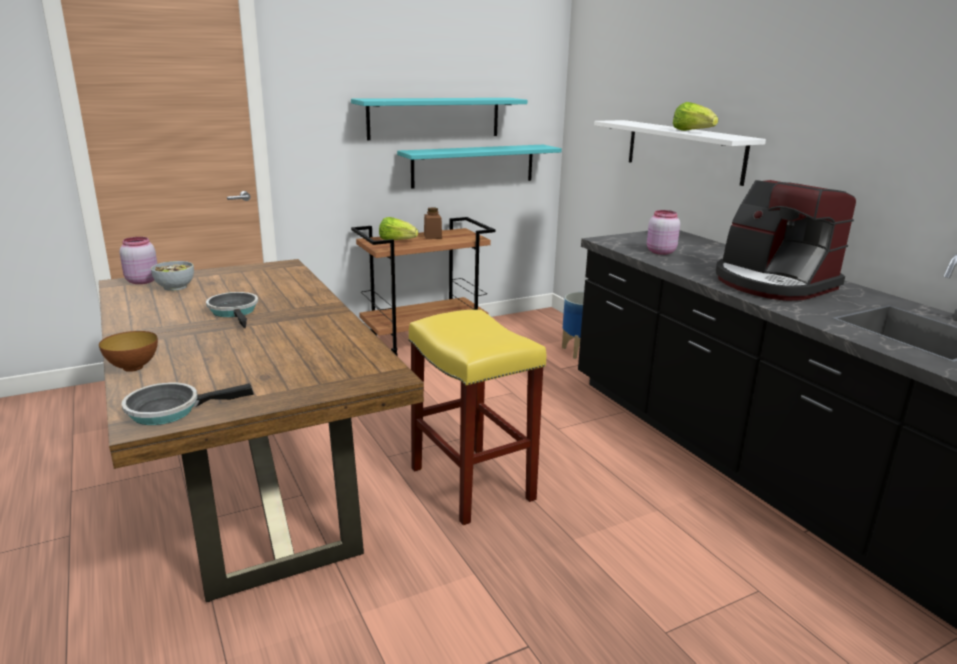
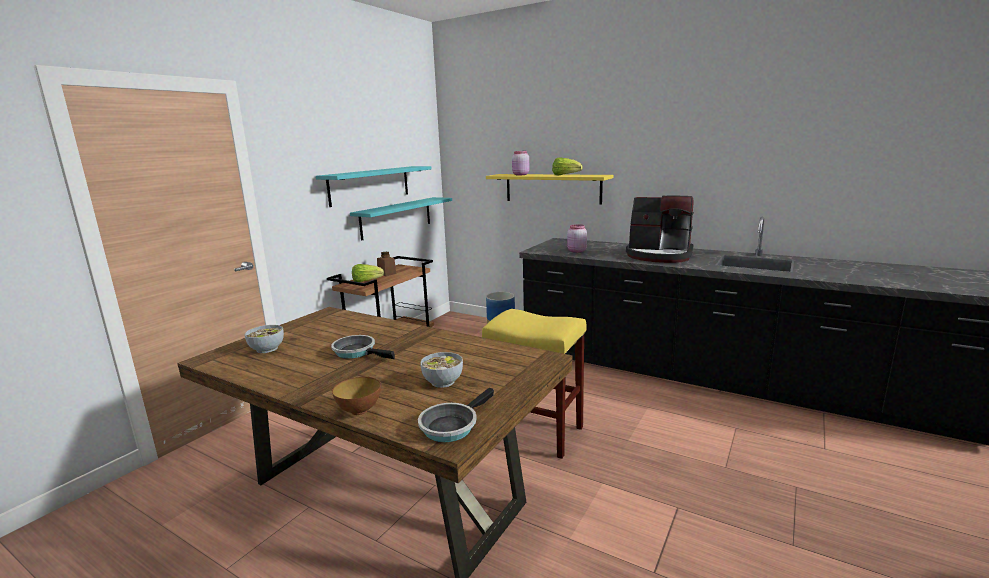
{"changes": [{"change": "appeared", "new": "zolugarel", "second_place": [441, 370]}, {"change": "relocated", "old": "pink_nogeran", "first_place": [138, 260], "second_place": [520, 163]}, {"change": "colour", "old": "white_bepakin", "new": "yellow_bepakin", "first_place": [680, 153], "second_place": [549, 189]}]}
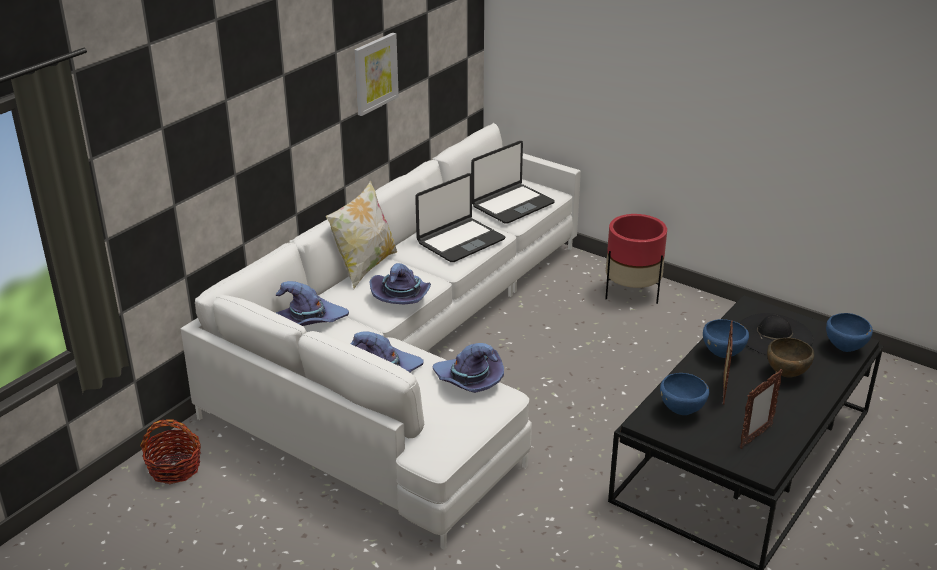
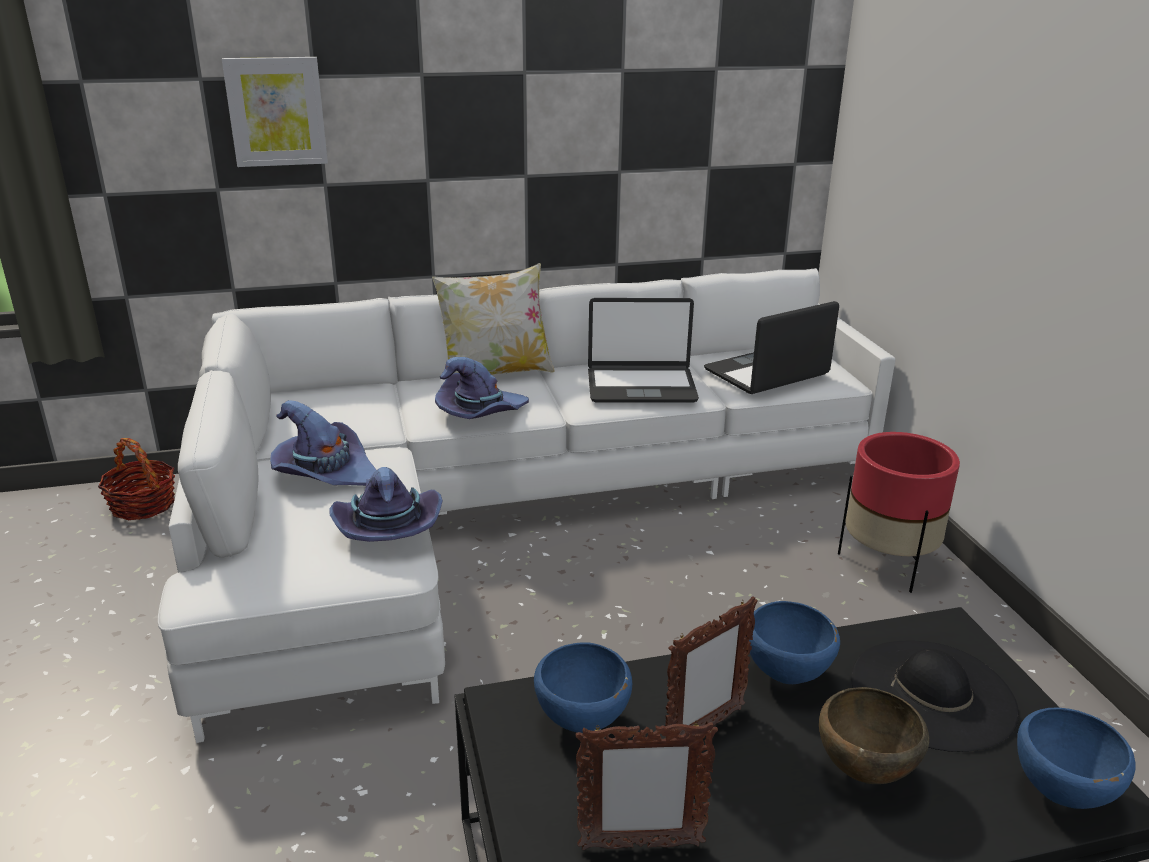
{"changes": [{"change": "missing", "old": "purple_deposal", "first_place": [312, 303]}, {"change": "relocated", "old": "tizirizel", "first_place": [376, 74], "second_place": [275, 112]}, {"change": "spun", "old": "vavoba", "first_place": [513, 182], "second_place": [771, 347], "degrees": 150}]}
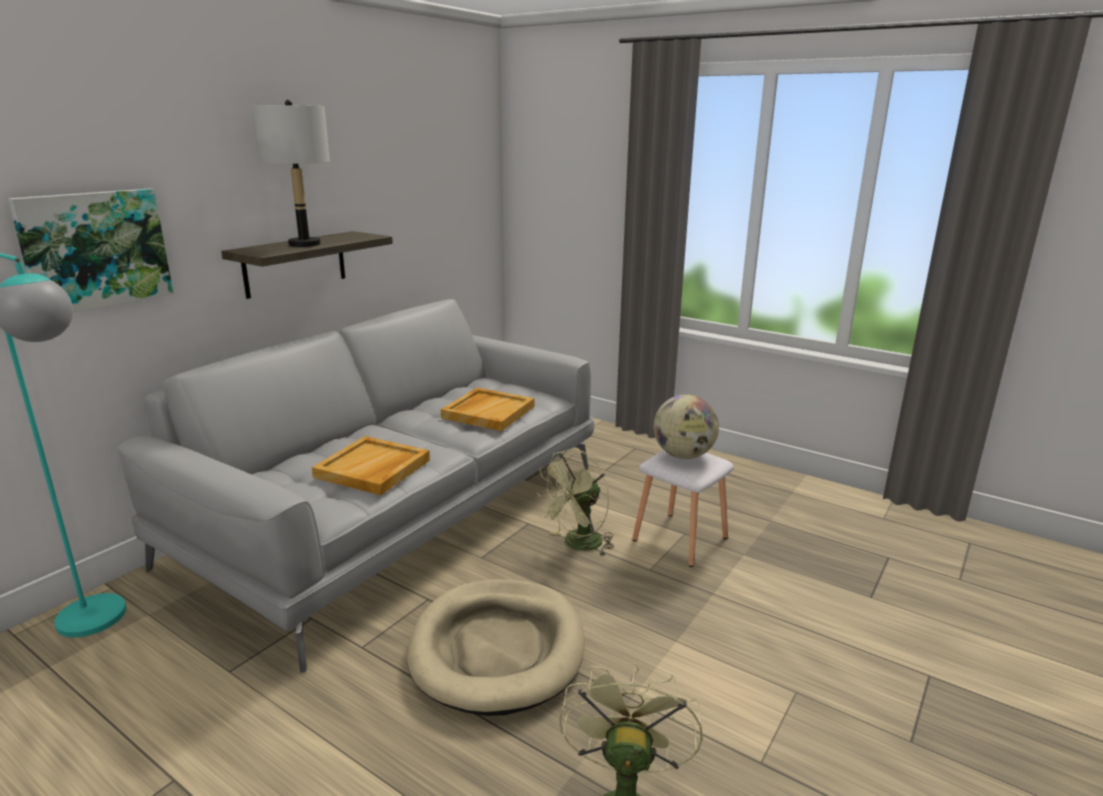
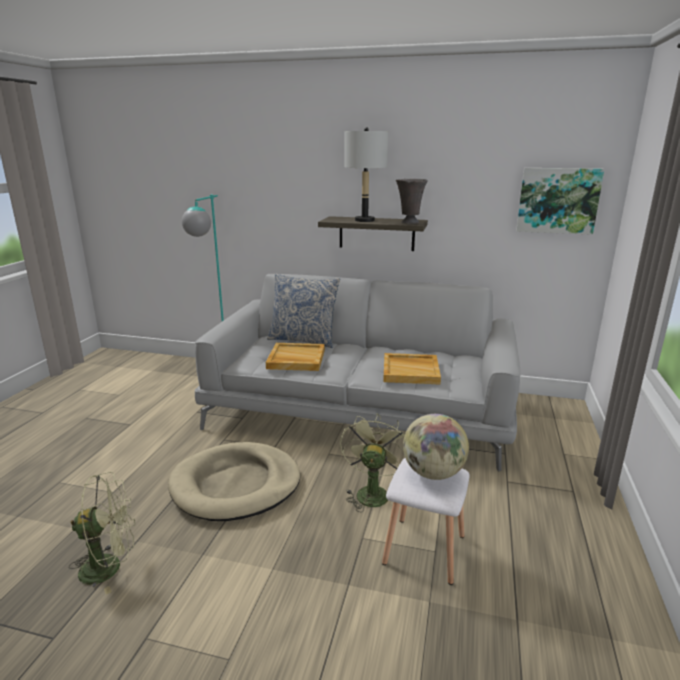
{"changes": [{"change": "appeared", "new": "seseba", "second_place": [303, 310]}, {"change": "appeared", "new": "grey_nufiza", "second_place": [412, 201]}, {"change": "relocated", "old": "tizirizel", "first_place": [91, 250], "second_place": [560, 201]}, {"change": "spun", "old": "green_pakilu", "first_place": [575, 503], "second_place": [372, 463], "degrees": 75}]}
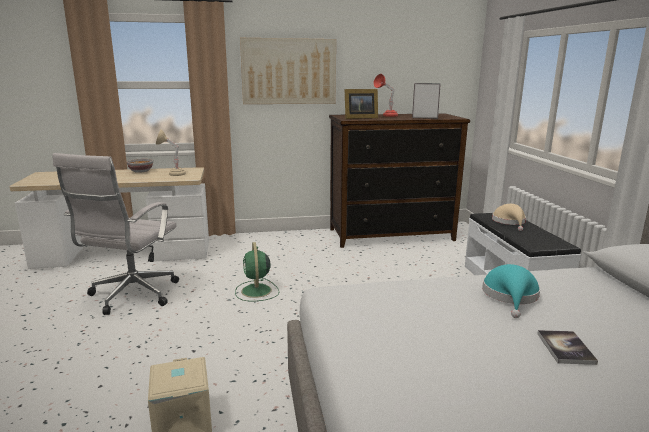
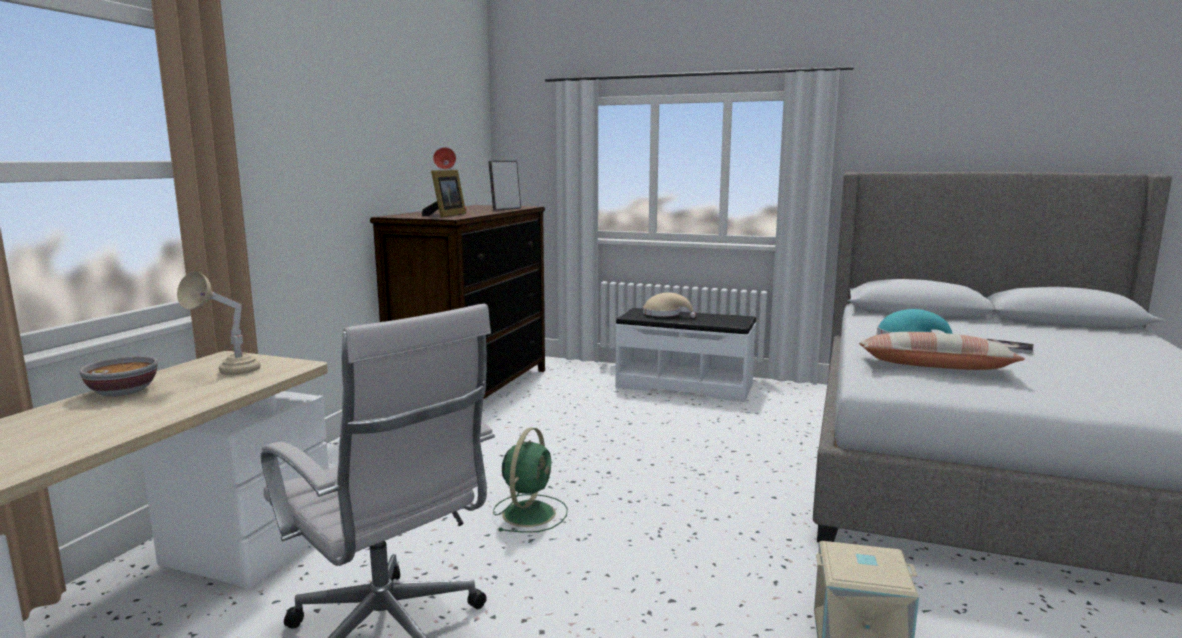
{"changes": [{"change": "missing", "old": "tizirizel", "first_place": [288, 71]}, {"change": "appeared", "new": "seseba", "second_place": [942, 351]}, {"change": "spun", "old": "green_pakilu", "first_place": [257, 272], "second_place": [530, 480], "degrees": -90}]}
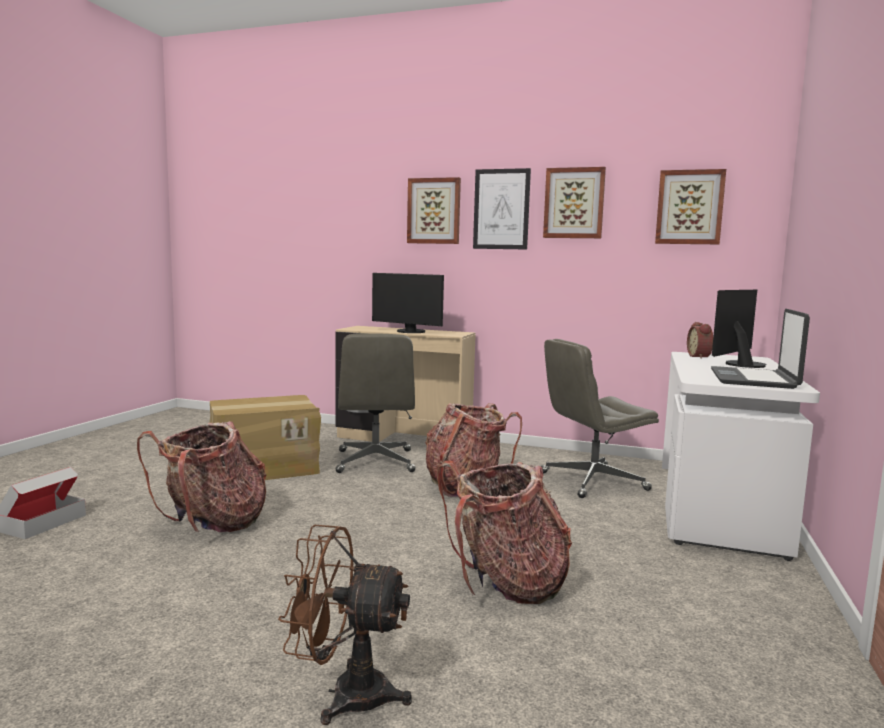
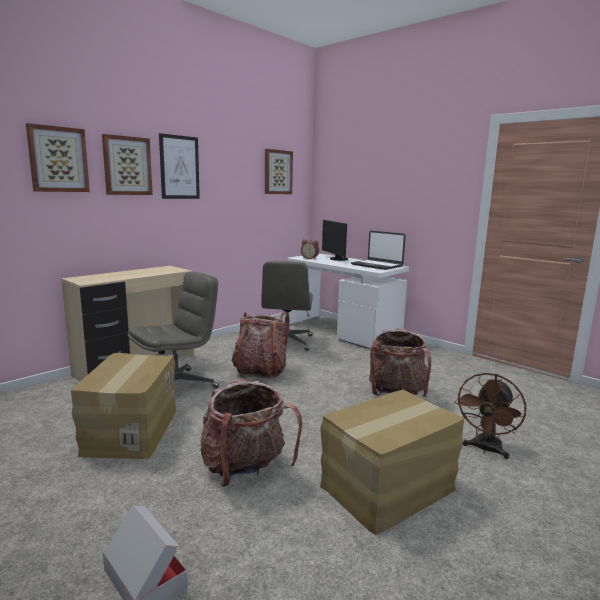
{"changes": [{"change": "missing", "old": "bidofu", "first_place": [408, 303]}, {"change": "appeared", "new": "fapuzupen", "second_place": [392, 462]}, {"change": "relocated", "old": "tizirizel", "first_place": [574, 202], "second_place": [58, 157]}, {"change": "spun", "old": "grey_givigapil", "first_place": [375, 403], "second_place": [173, 330], "degrees": -60}]}
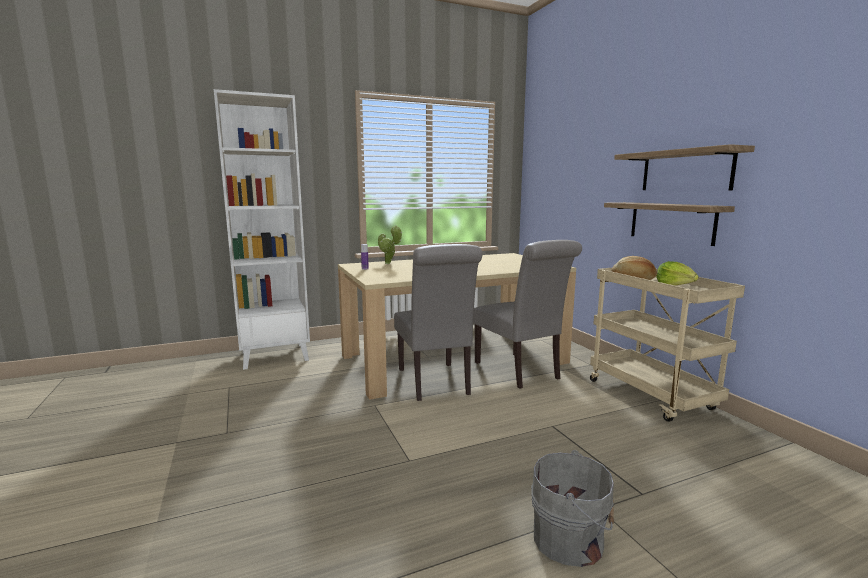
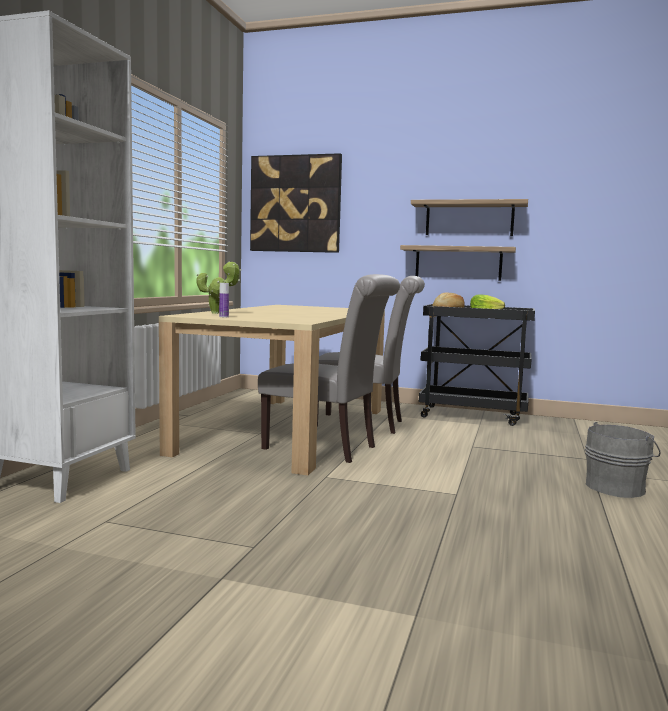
{"changes": [{"change": "appeared", "new": "tizirizel", "second_place": [296, 203]}, {"change": "colour", "old": "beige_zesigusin", "new": "black_zesigusin", "first_place": [667, 345], "second_place": [477, 365]}]}
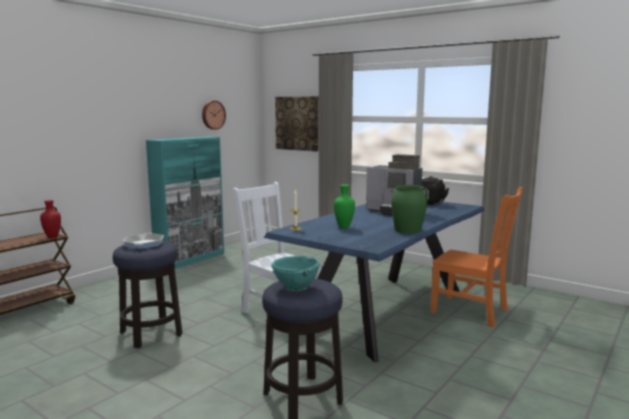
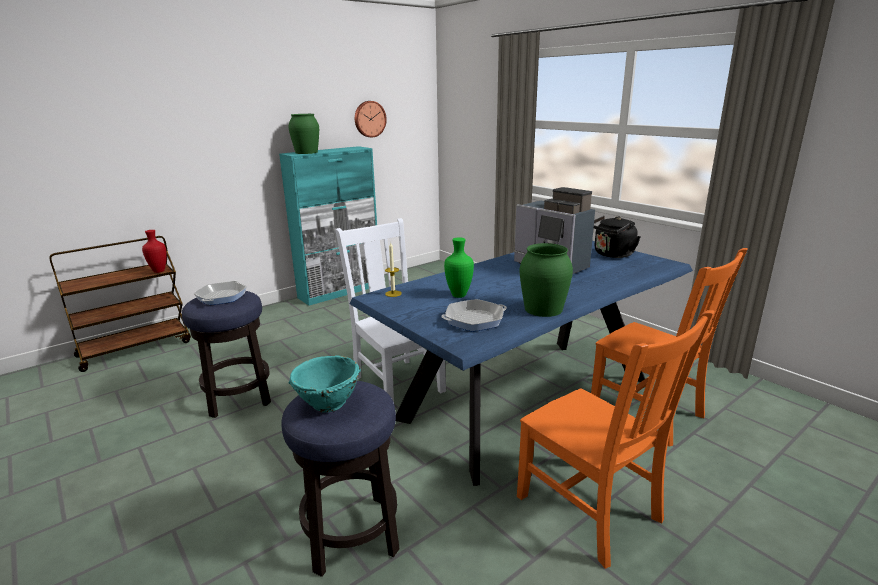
{"changes": [{"change": "missing", "old": "tizirizel", "first_place": [297, 123]}, {"change": "appeared", "new": "green_nufiza", "second_place": [303, 134]}, {"change": "appeared", "new": "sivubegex", "second_place": [474, 315]}, {"change": "appeared", "new": "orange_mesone", "second_place": [616, 439]}]}
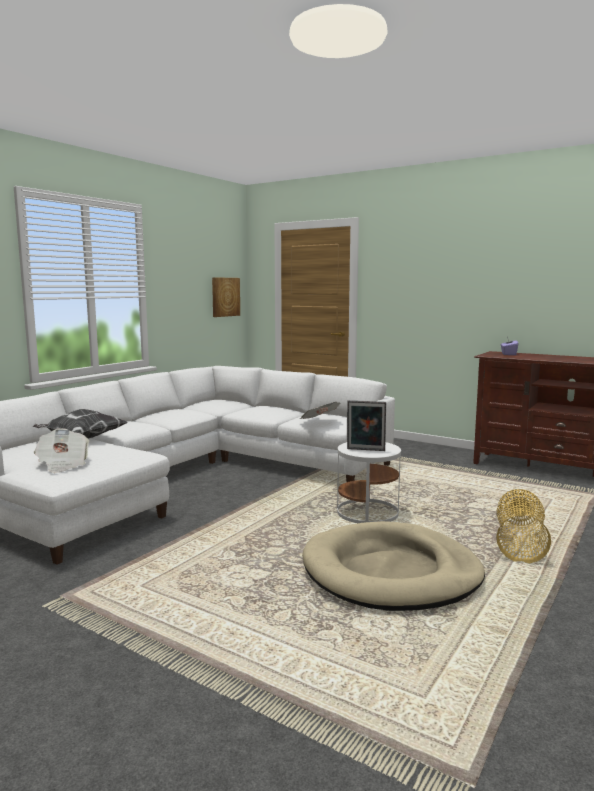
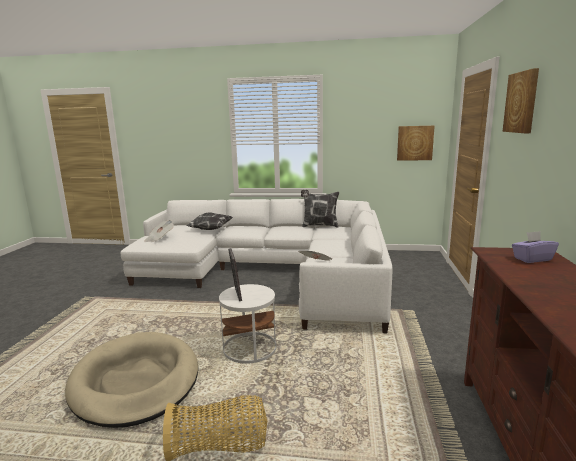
{"changes": [{"change": "appeared", "new": "seseba", "second_place": [320, 209]}, {"change": "appeared", "new": "tizirizel", "second_place": [521, 100]}]}
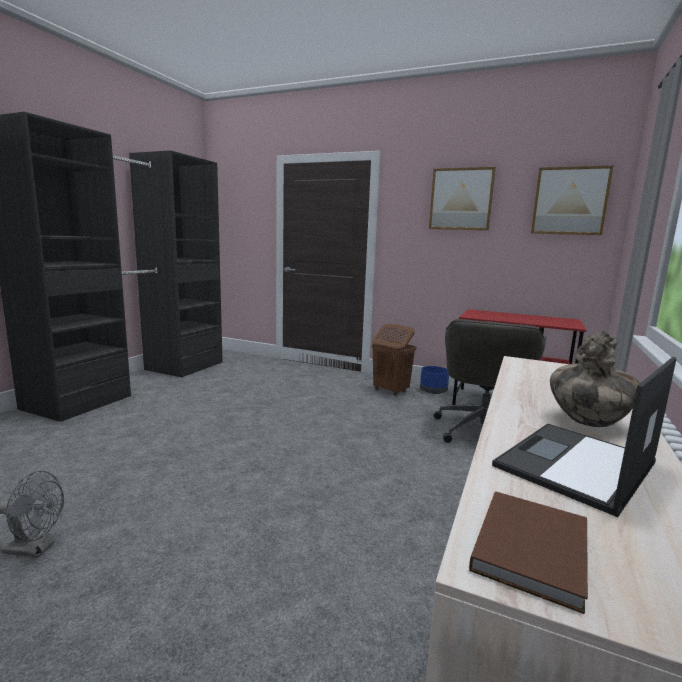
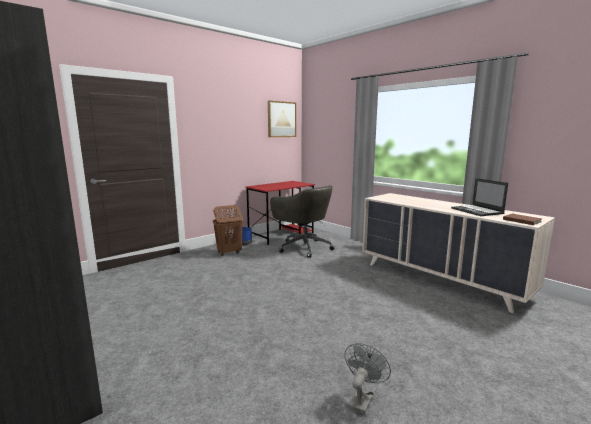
{"changes": [{"change": "missing", "old": "tizirizel", "first_place": [462, 199]}, {"change": "missing", "old": "nufiza", "first_place": [595, 379]}]}
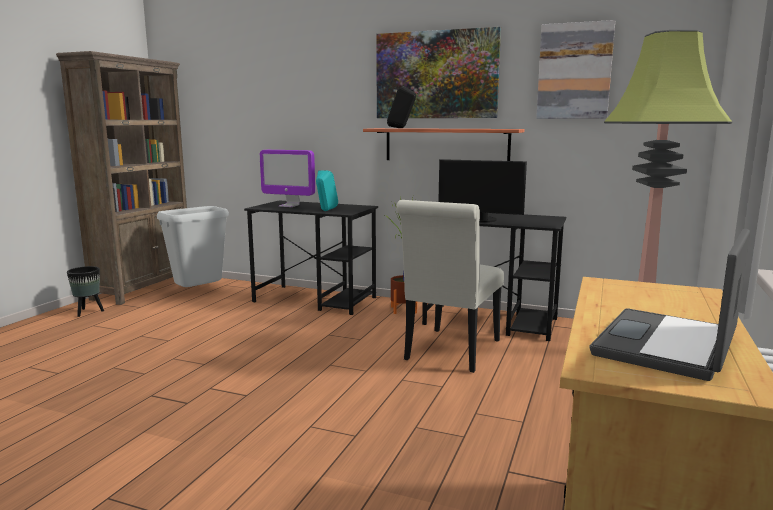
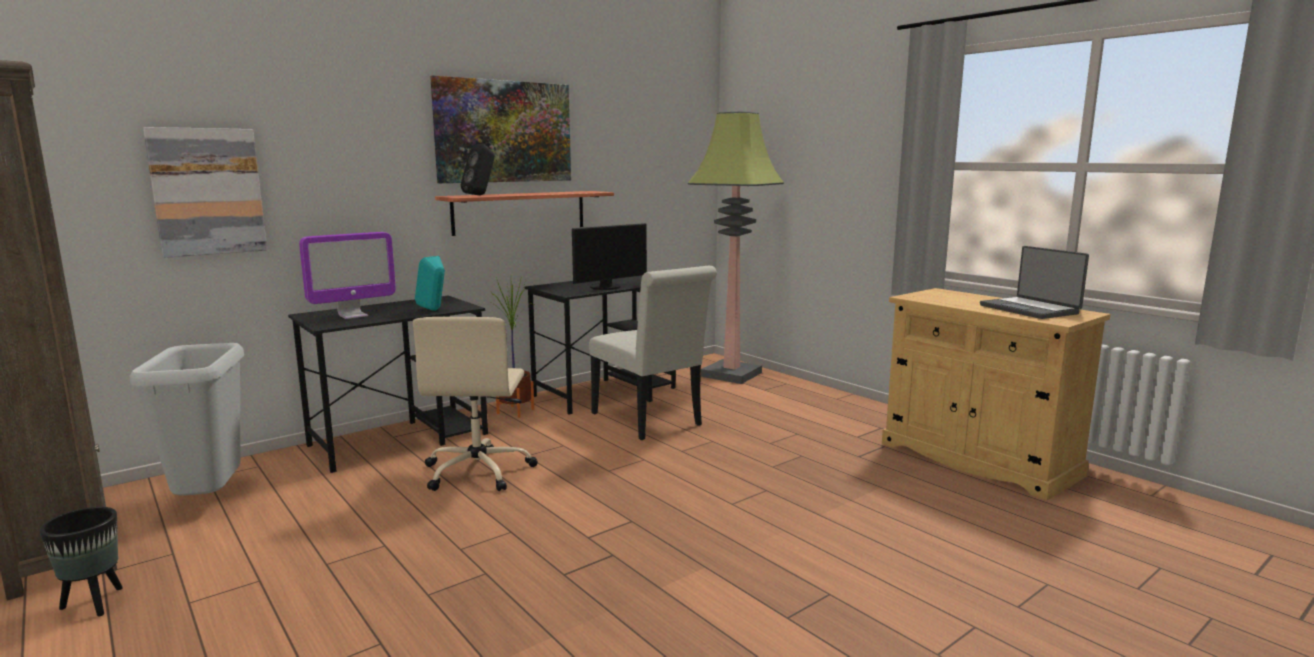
{"changes": [{"change": "appeared", "new": "beige_givigapil", "second_place": [475, 404]}, {"change": "relocated", "old": "tizirizel", "first_place": [575, 69], "second_place": [205, 192]}]}
